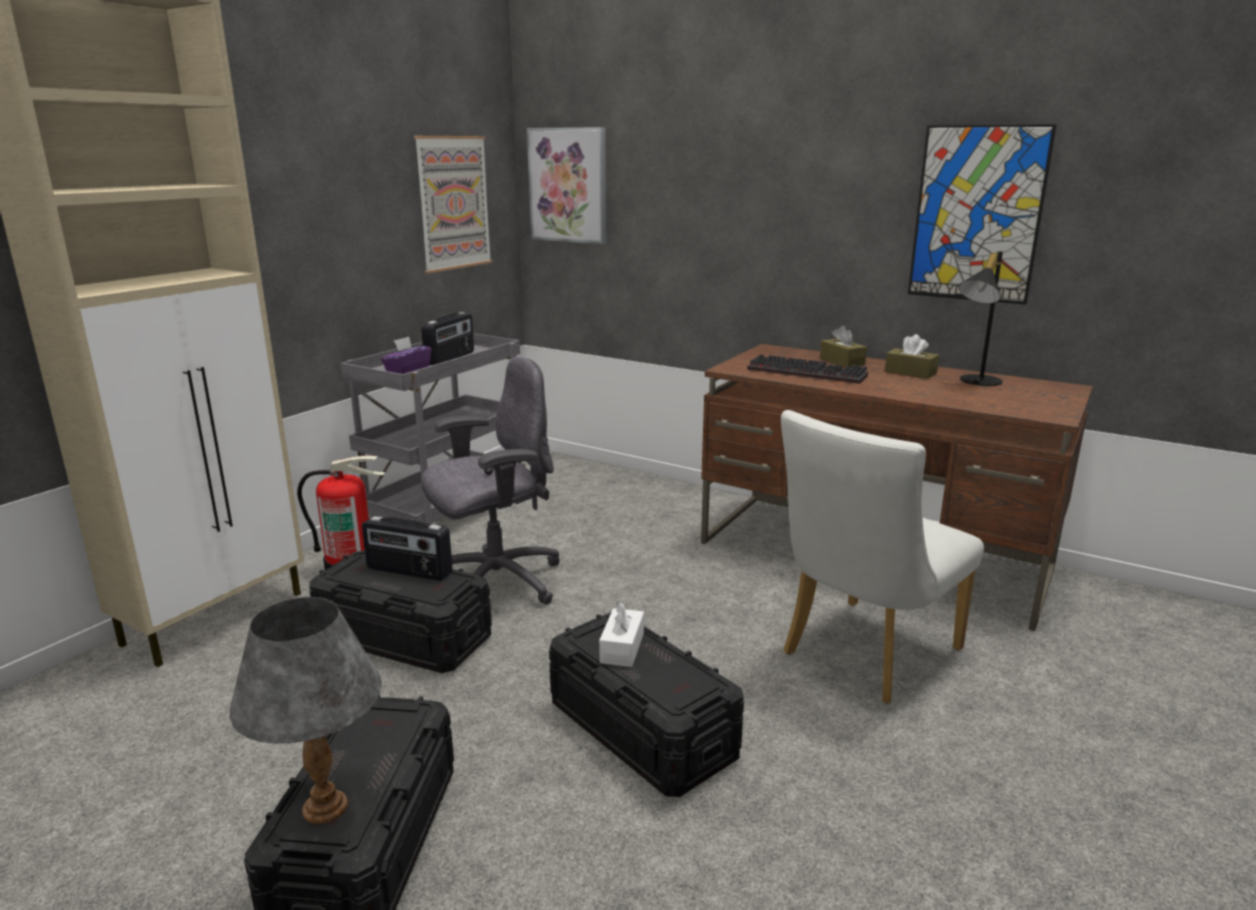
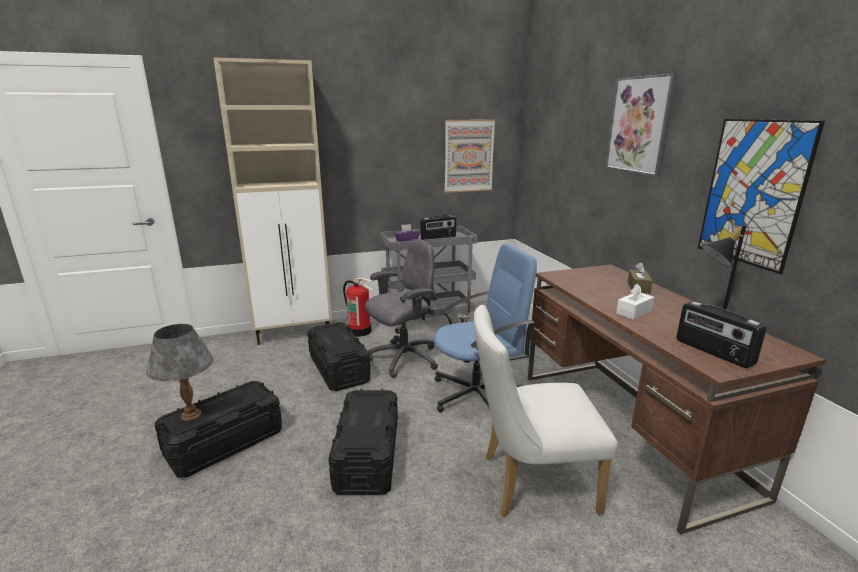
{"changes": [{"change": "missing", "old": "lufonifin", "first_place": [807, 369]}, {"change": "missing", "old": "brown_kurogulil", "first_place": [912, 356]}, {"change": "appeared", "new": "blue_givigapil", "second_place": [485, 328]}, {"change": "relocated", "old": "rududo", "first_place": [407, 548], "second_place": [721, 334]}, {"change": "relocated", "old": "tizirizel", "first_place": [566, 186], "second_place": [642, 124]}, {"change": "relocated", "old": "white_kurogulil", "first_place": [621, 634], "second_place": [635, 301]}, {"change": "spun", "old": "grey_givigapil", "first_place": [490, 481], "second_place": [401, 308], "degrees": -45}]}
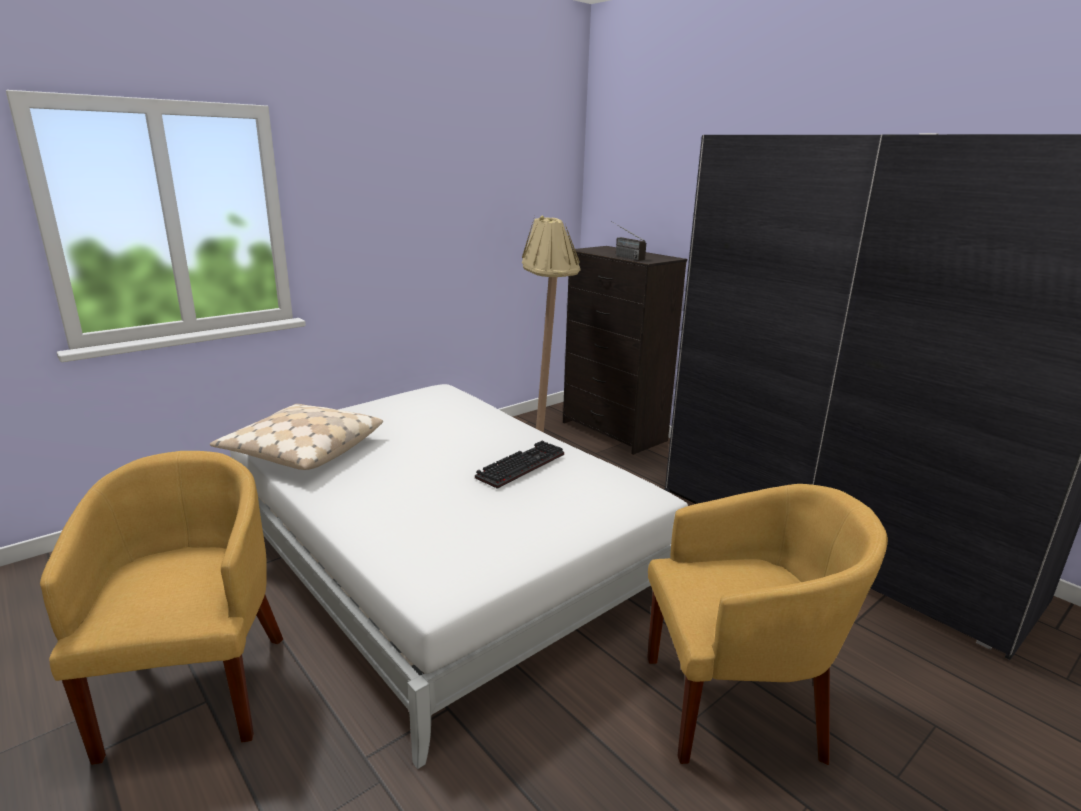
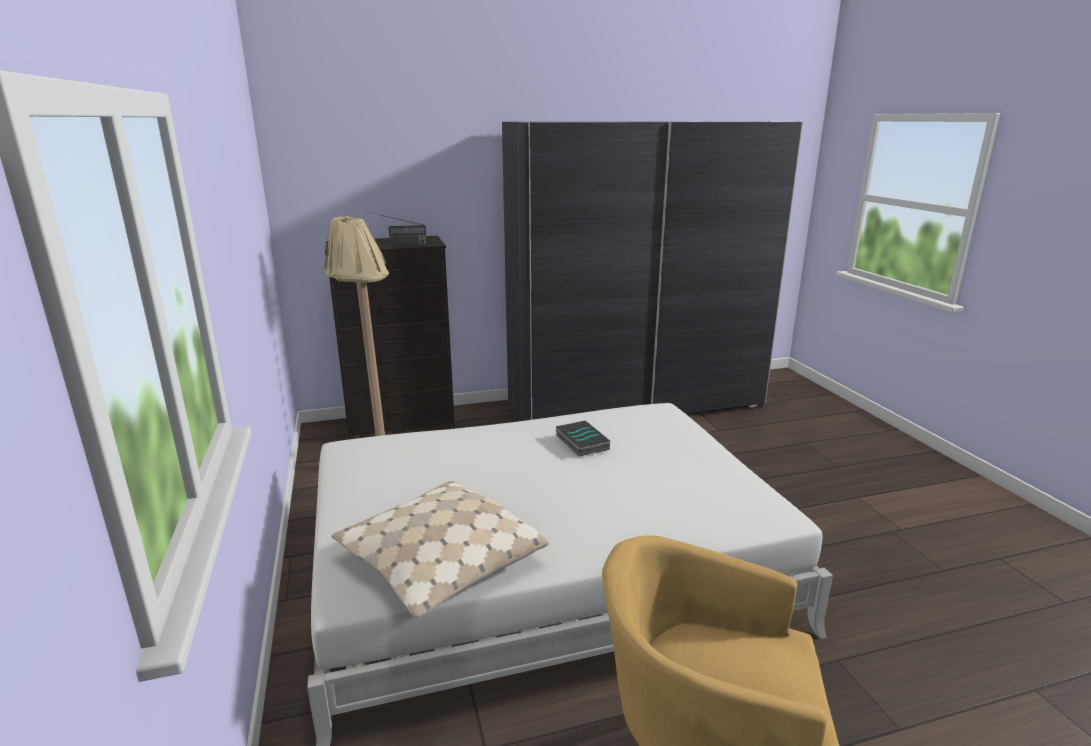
{"changes": [{"change": "missing", "old": "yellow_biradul", "first_place": [767, 624]}, {"change": "exchanged", "old": "lufonifin", "new": "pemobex", "first_place": [519, 464], "second_place": [582, 439]}]}
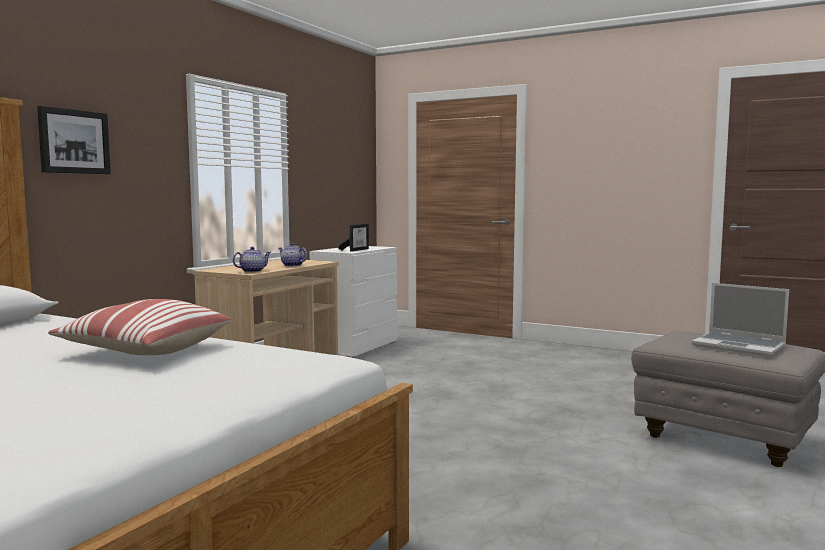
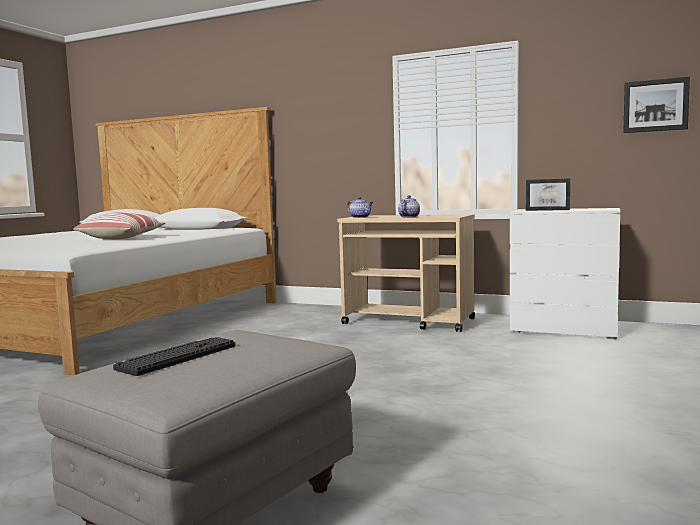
{"changes": [{"change": "relocated", "old": "tizirizel", "first_place": [74, 140], "second_place": [656, 105]}, {"change": "exchanged", "old": "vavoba", "new": "lufonifin", "first_place": [740, 320], "second_place": [174, 356]}]}
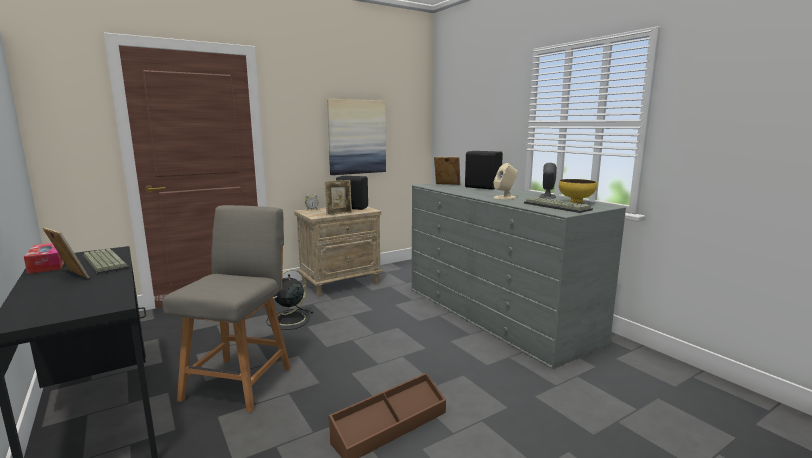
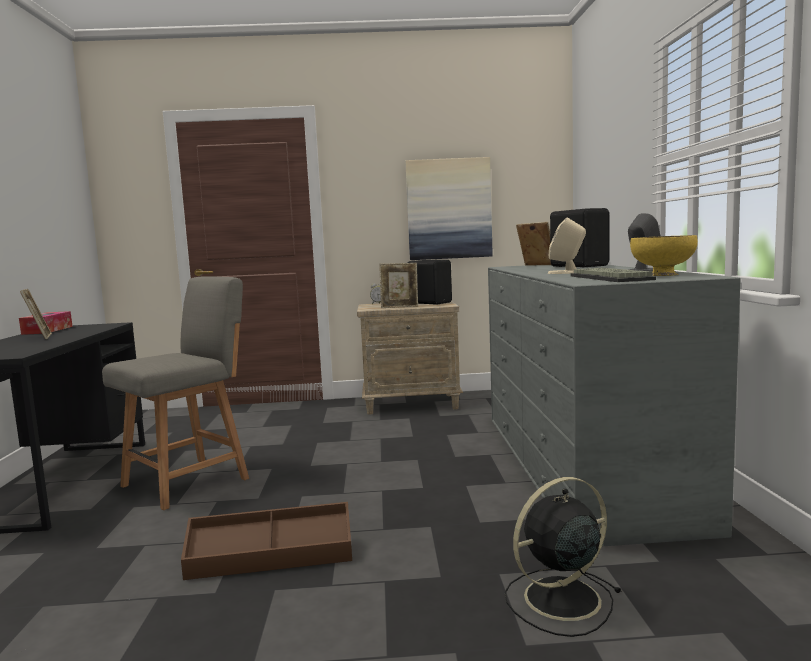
{"changes": [{"change": "missing", "old": "lufonifin", "first_place": [105, 261]}, {"change": "relocated", "old": "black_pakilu", "first_place": [290, 300], "second_place": [563, 557]}]}
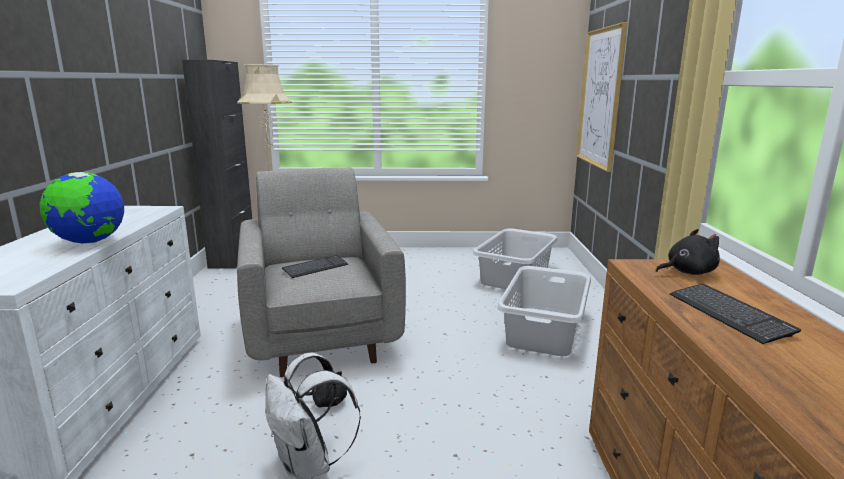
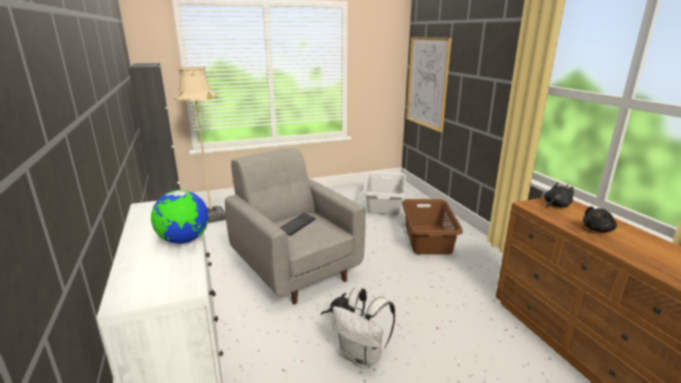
{"changes": [{"change": "exchanged", "old": "lufonifin", "new": "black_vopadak", "first_place": [735, 314], "second_place": [600, 219]}, {"change": "colour", "old": "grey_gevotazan", "new": "brown_gevotazan", "first_place": [544, 311], "second_place": [432, 227]}]}
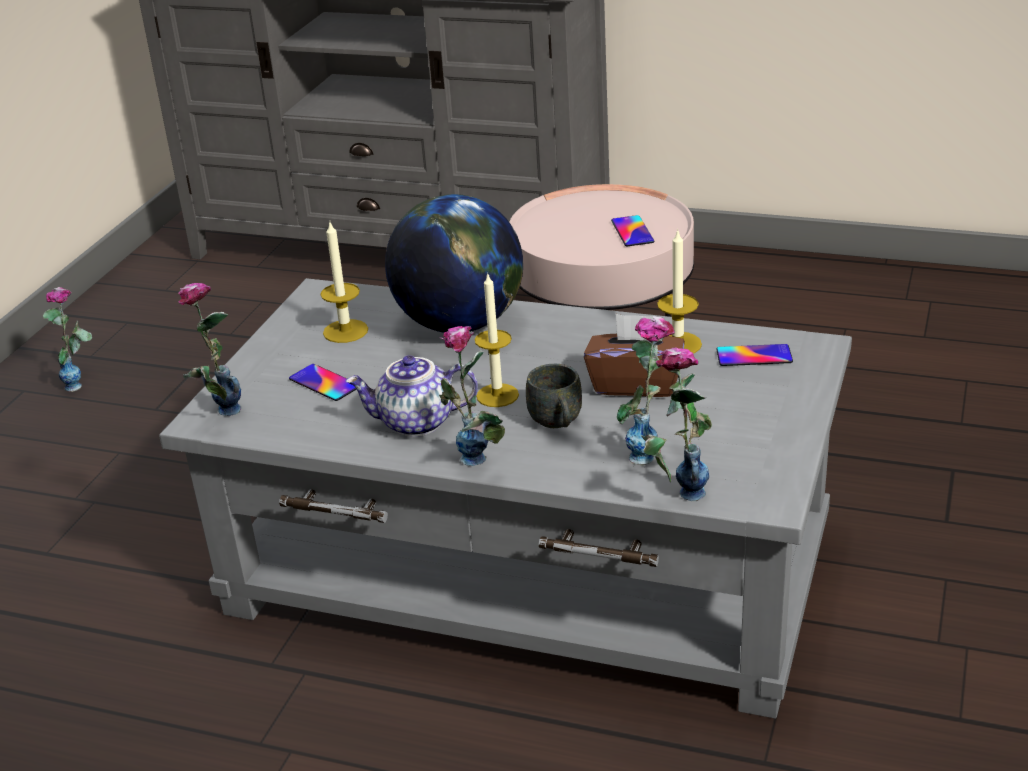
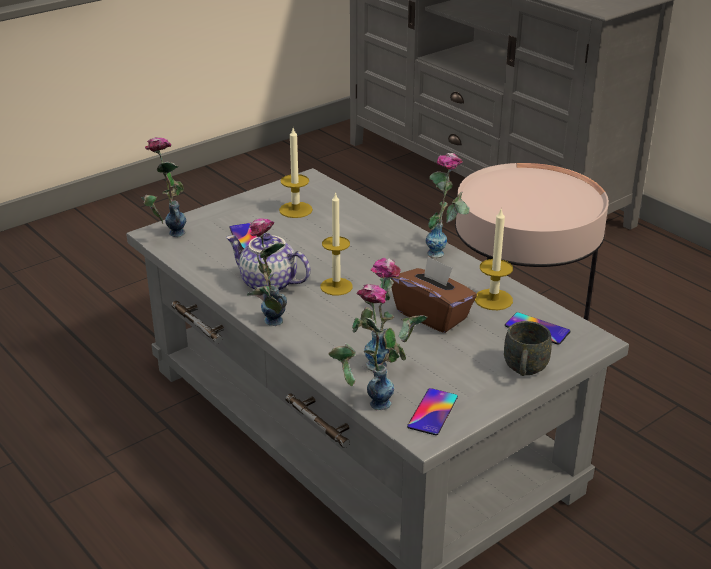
{"changes": [{"change": "missing", "old": "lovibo", "first_place": [454, 263]}, {"change": "relocated", "old": "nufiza", "first_place": [67, 339], "second_place": [448, 205]}, {"change": "relocated", "old": "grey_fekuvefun", "first_place": [554, 396], "second_place": [528, 348]}, {"change": "relocated", "old": "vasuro", "first_place": [632, 230], "second_place": [432, 411]}]}
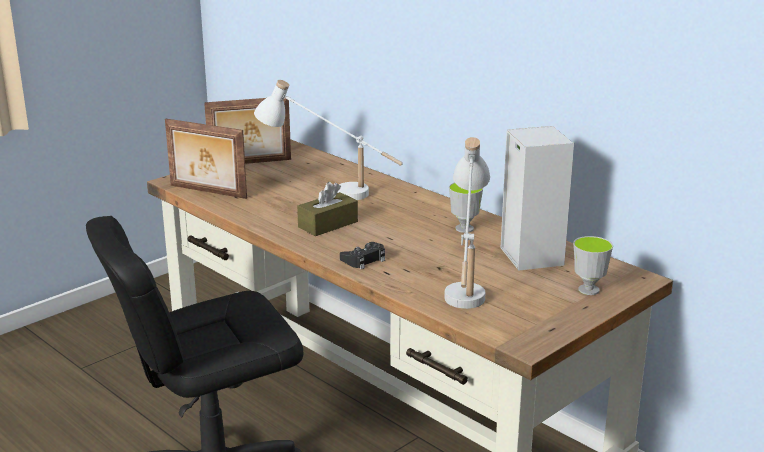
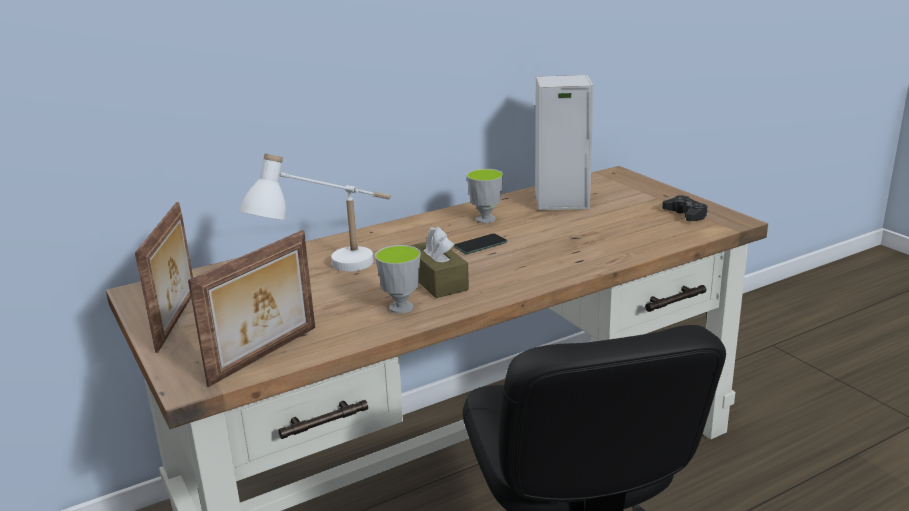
{"changes": [{"change": "missing", "old": "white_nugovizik", "first_place": [467, 223]}, {"change": "appeared", "new": "vasuro", "second_place": [480, 243]}, {"change": "relocated", "old": "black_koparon", "first_place": [362, 255], "second_place": [685, 208]}, {"change": "relocated", "old": "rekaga", "first_place": [593, 265], "second_place": [398, 279]}]}
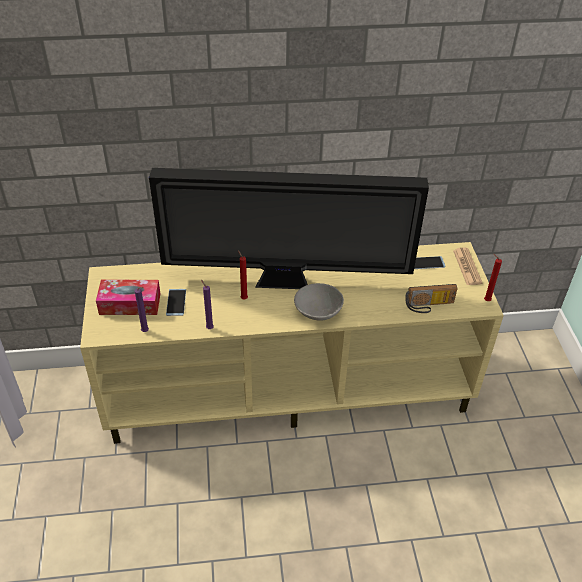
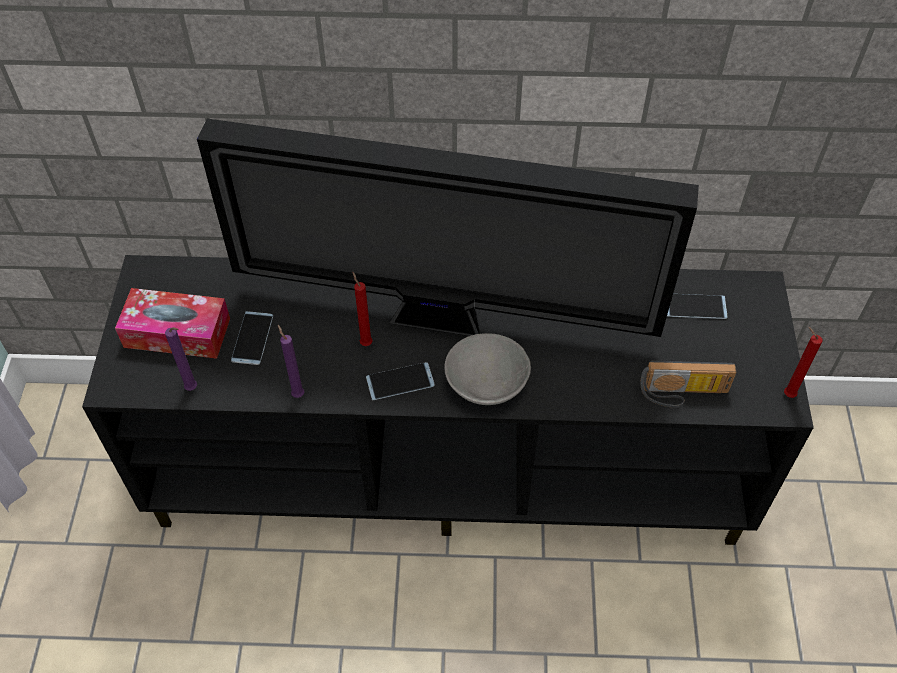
{"changes": [{"change": "missing", "old": "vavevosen", "first_place": [468, 266]}, {"change": "appeared", "new": "vasuro", "second_place": [400, 381]}, {"change": "colour", "old": "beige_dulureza", "new": "black_dulureza", "first_place": [292, 343], "second_place": [448, 400]}]}
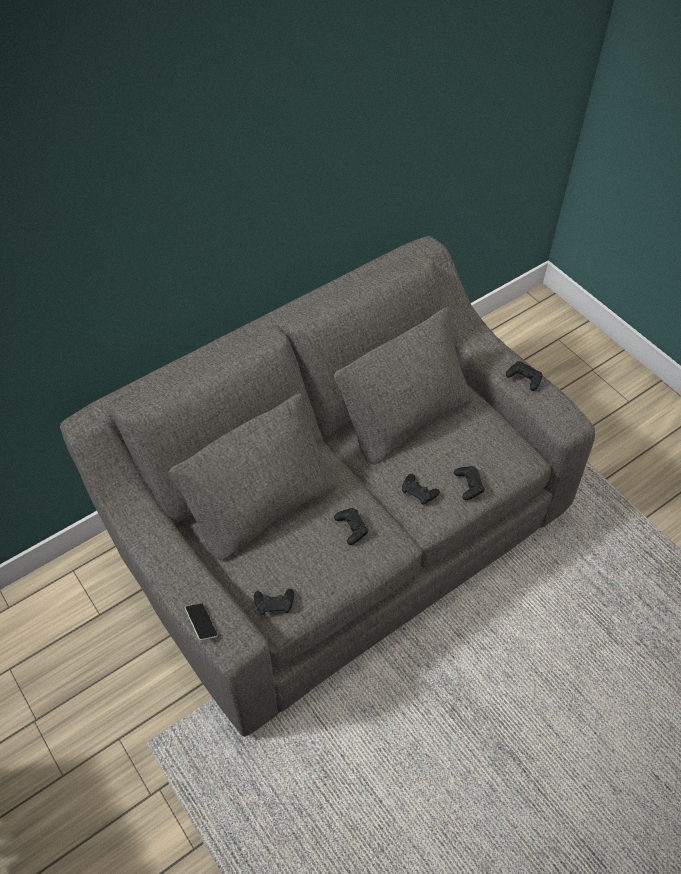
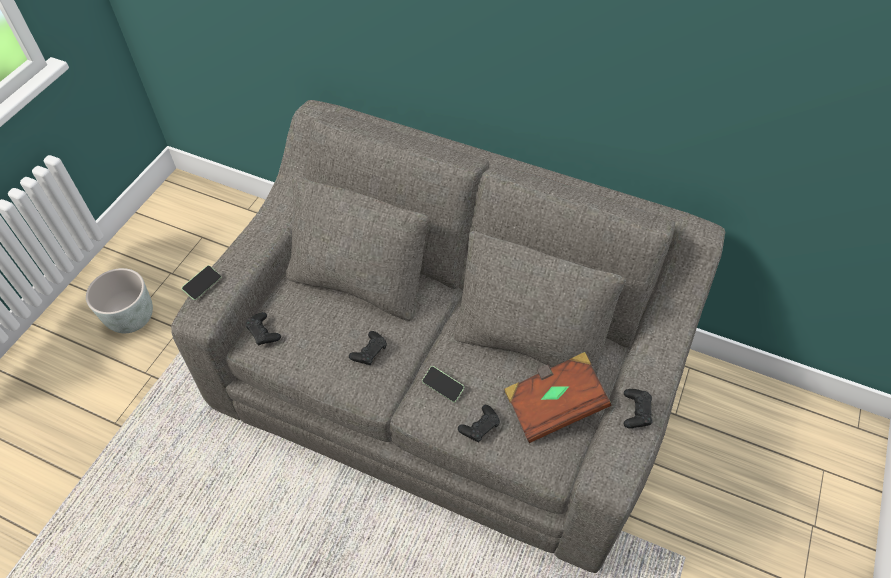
{"changes": [{"change": "appeared", "new": "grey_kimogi", "second_place": [119, 300]}, {"change": "appeared", "new": "brown_pemobex", "second_place": [557, 397]}, {"change": "exchanged", "old": "black_koparon", "new": "vasuro", "first_place": [421, 489], "second_place": [443, 384]}]}
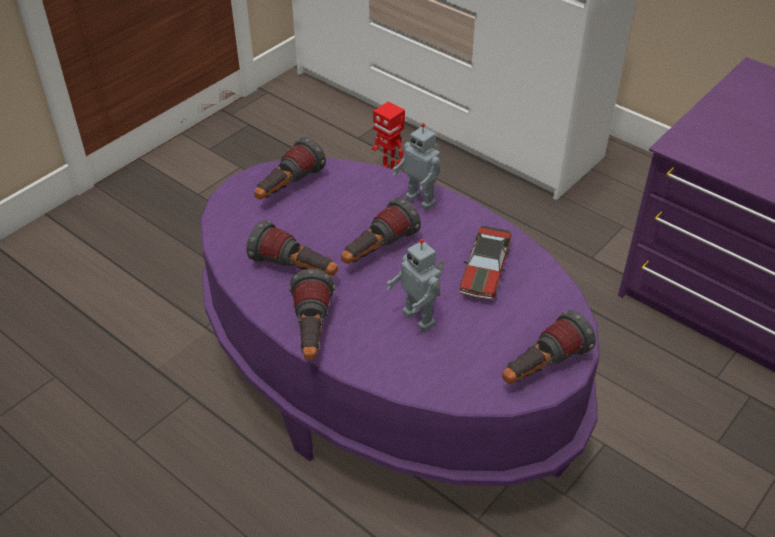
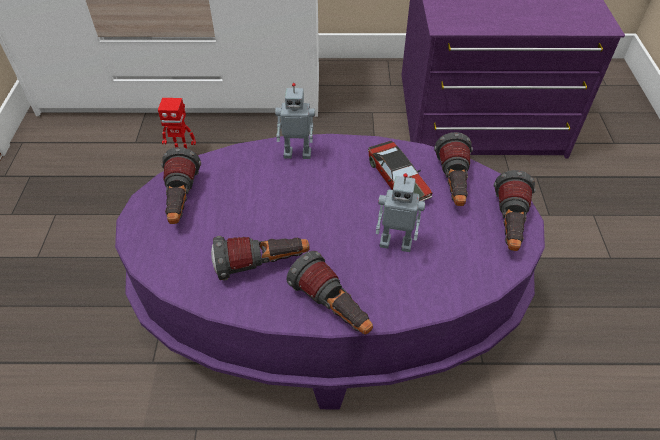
{"changes": [{"change": "relocated", "old": "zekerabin", "first_place": [381, 231], "second_place": [453, 169]}]}
